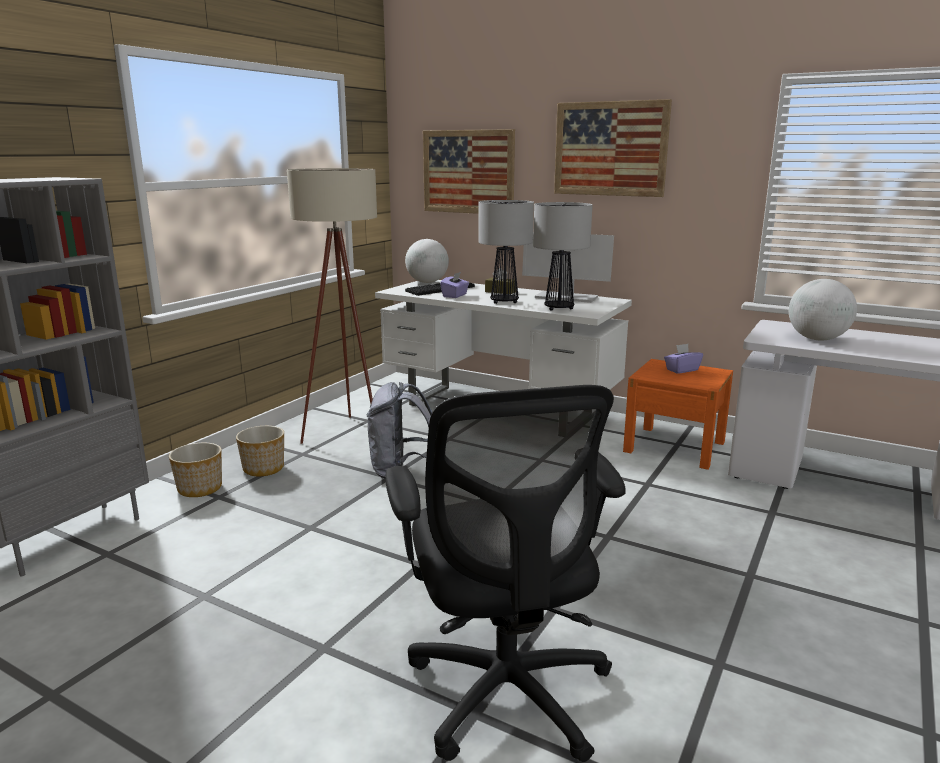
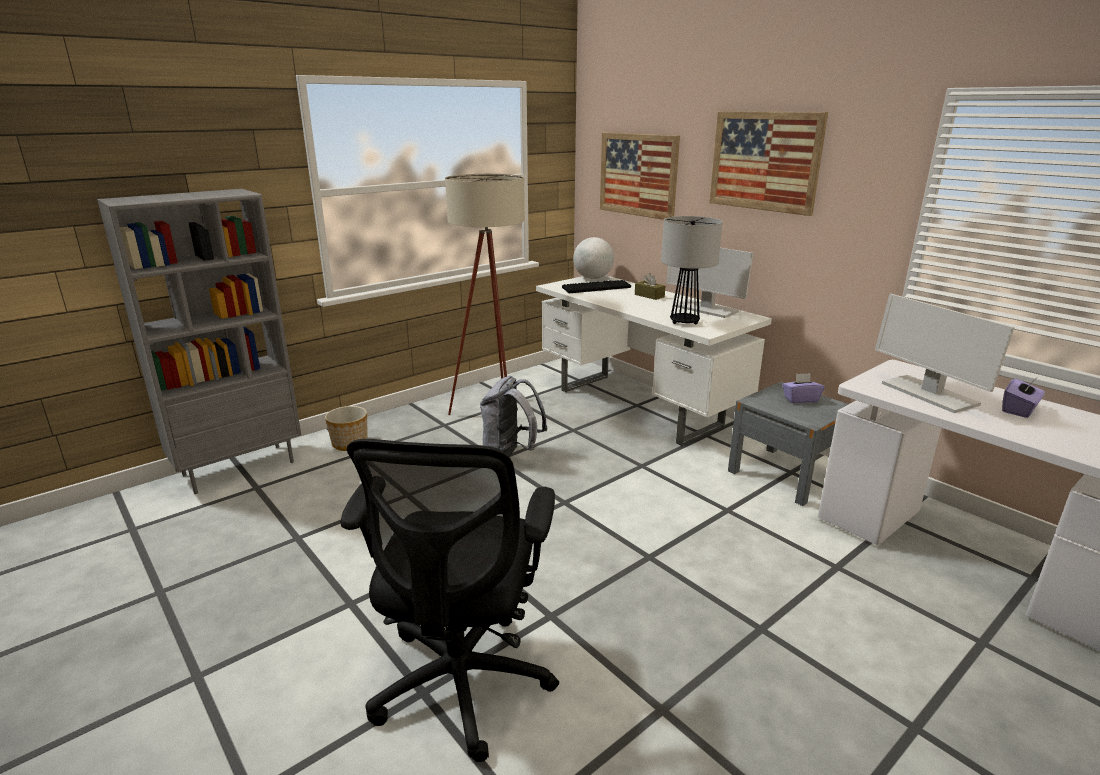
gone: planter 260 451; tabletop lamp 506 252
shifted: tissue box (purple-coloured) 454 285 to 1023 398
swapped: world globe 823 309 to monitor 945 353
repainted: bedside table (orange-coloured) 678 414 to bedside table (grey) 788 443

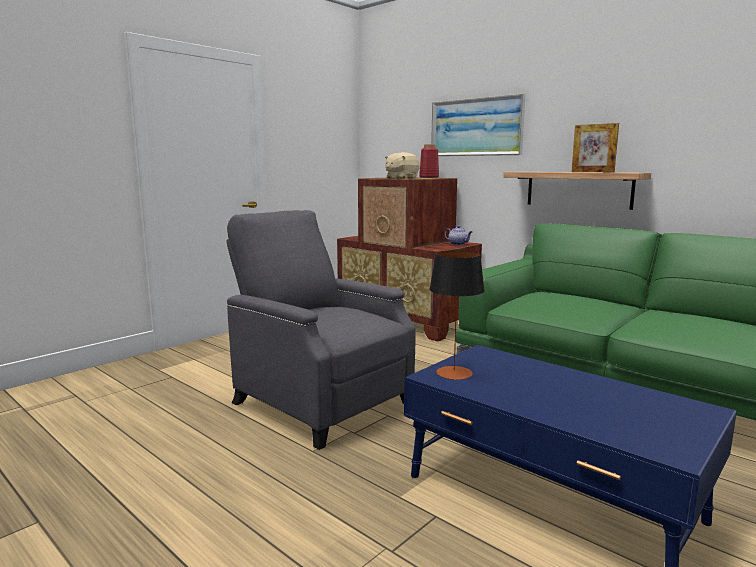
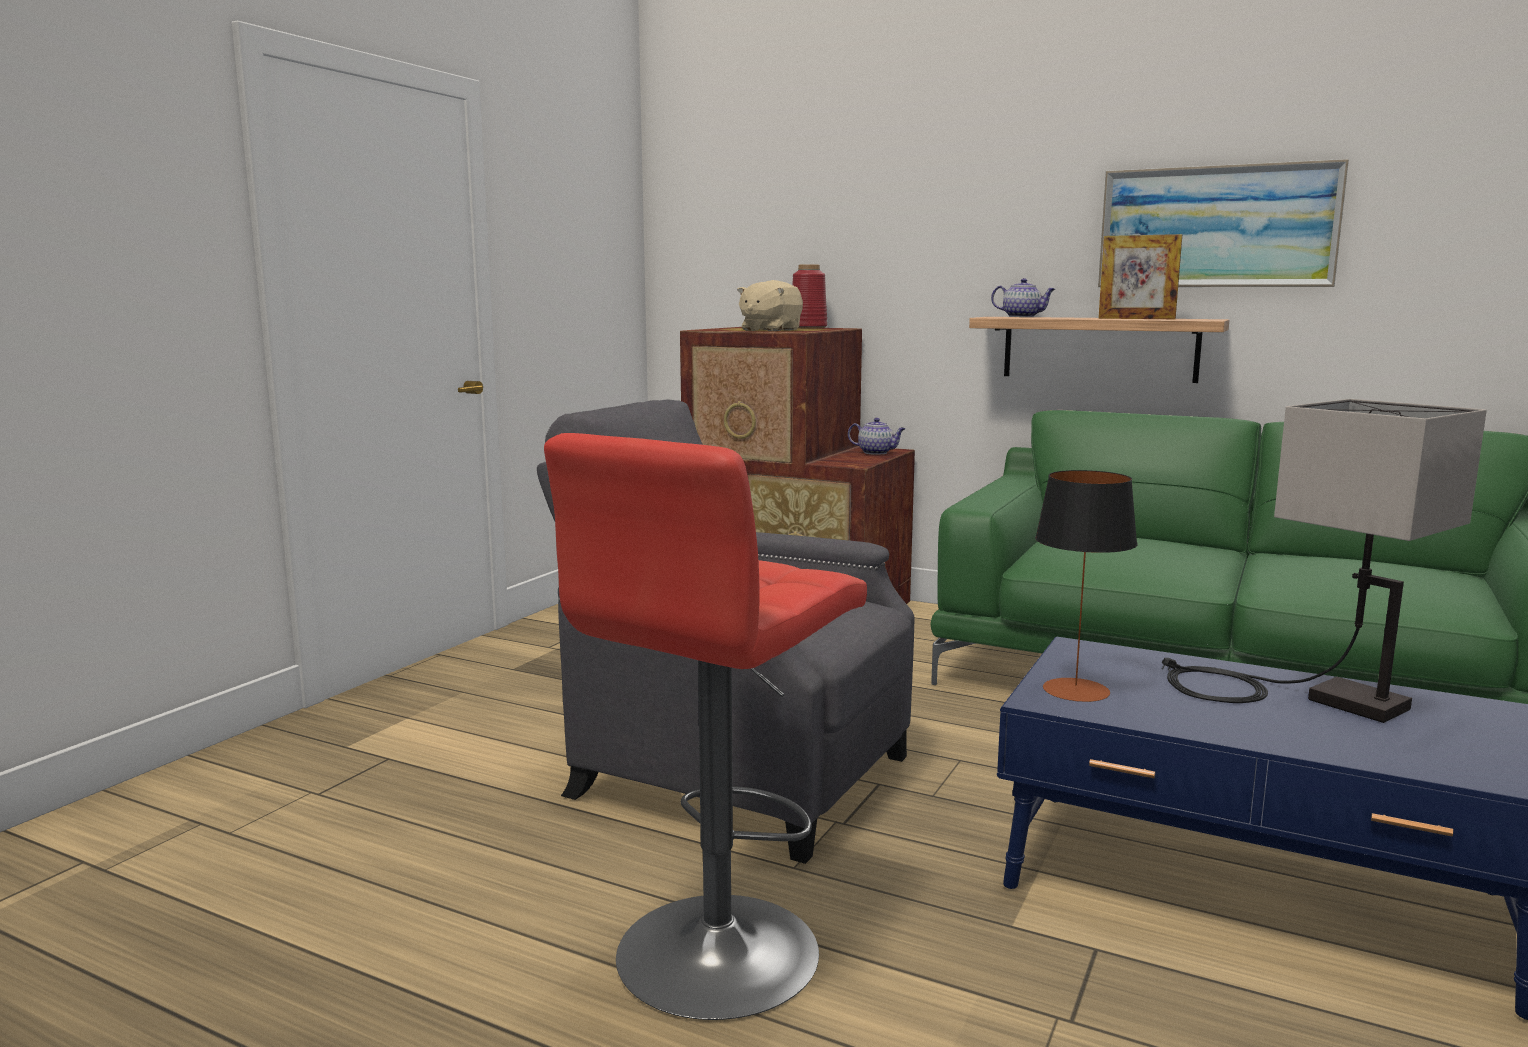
new: sitting stool (reddish) 705 726; tea pot 1023 297; tabletop lamp 1324 561
shifted: wall art 478 125 to 1223 223

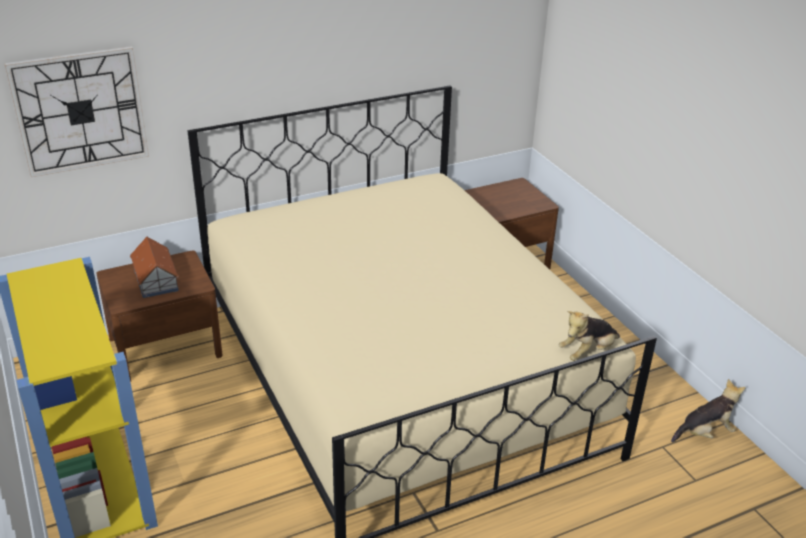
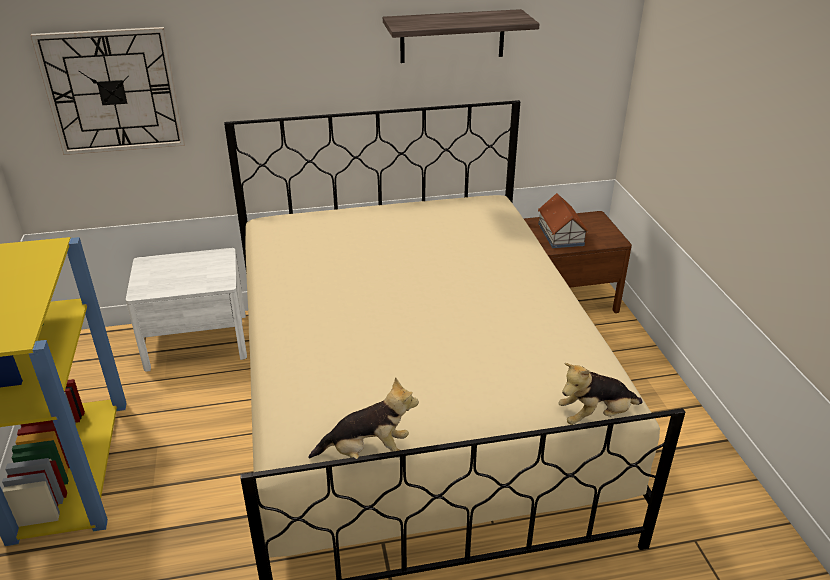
new: wall shelf 461 36
shifted: toy house 154 267 to 563 220; cuddly toy 708 410 to 364 418
repainted: bedside table (brownish) 159 316 to bedside table (white) 186 310

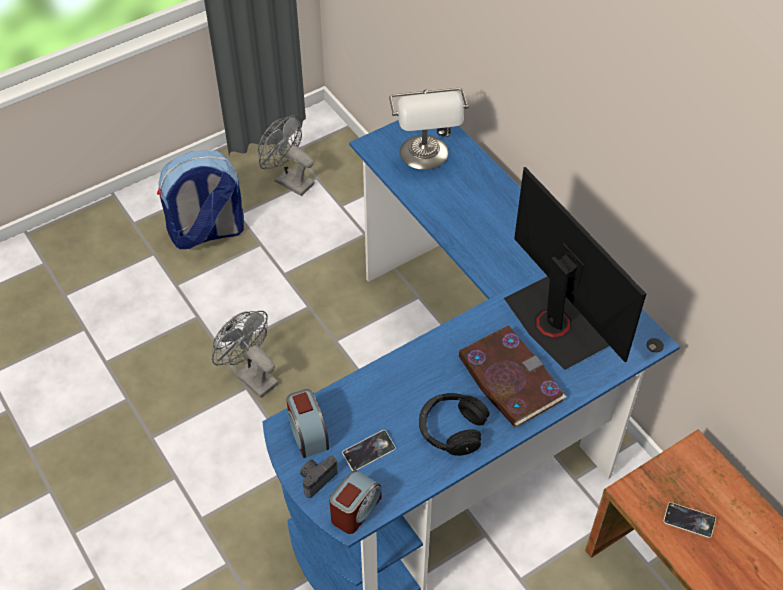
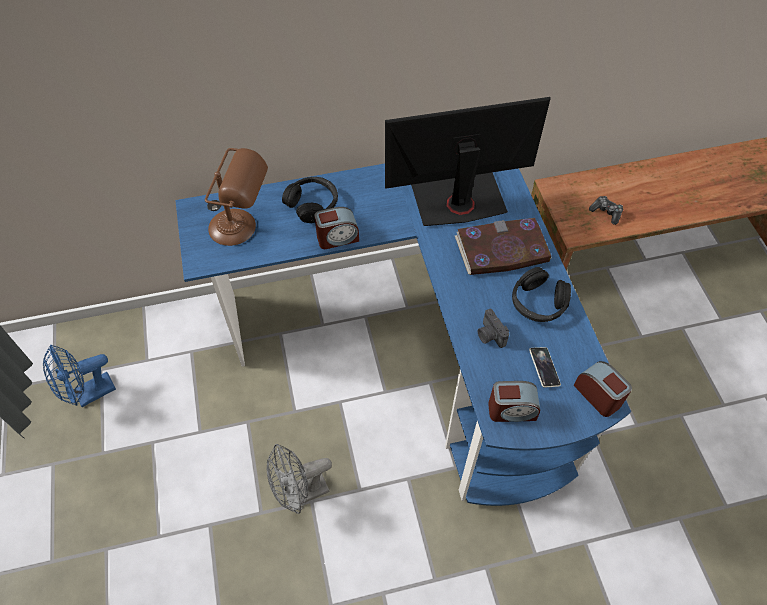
gone: rucksack 200 199
new: headset (black) 310 200; alarm clock 336 228
shifted: photo camera 319 476 to 493 328
swapped: telephone 689 520 to gamepad 606 210
repainted: electric fan (grey) 286 155 to electric fan (bluish) 79 376; tabletop lamp (white) 429 129 to tabletop lamp (brownish) 236 197

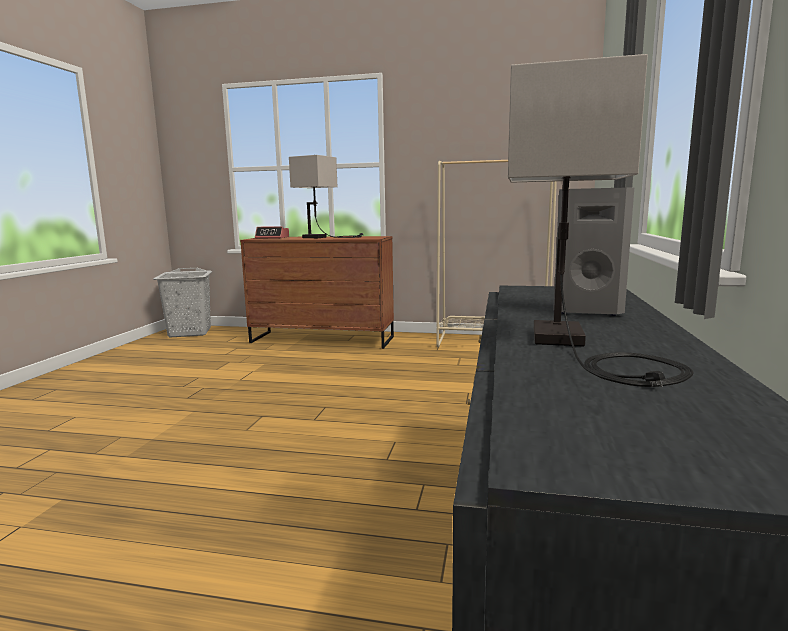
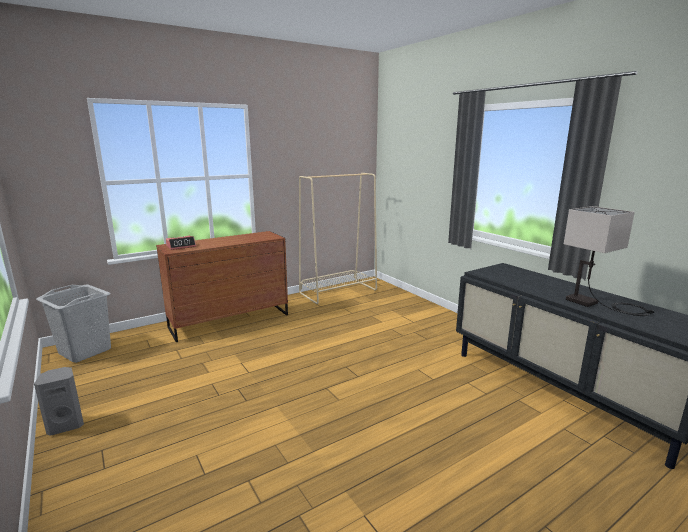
gone: tabletop lamp 326 196
shifted: loudspeaker (grey) 593 252 to 59 401

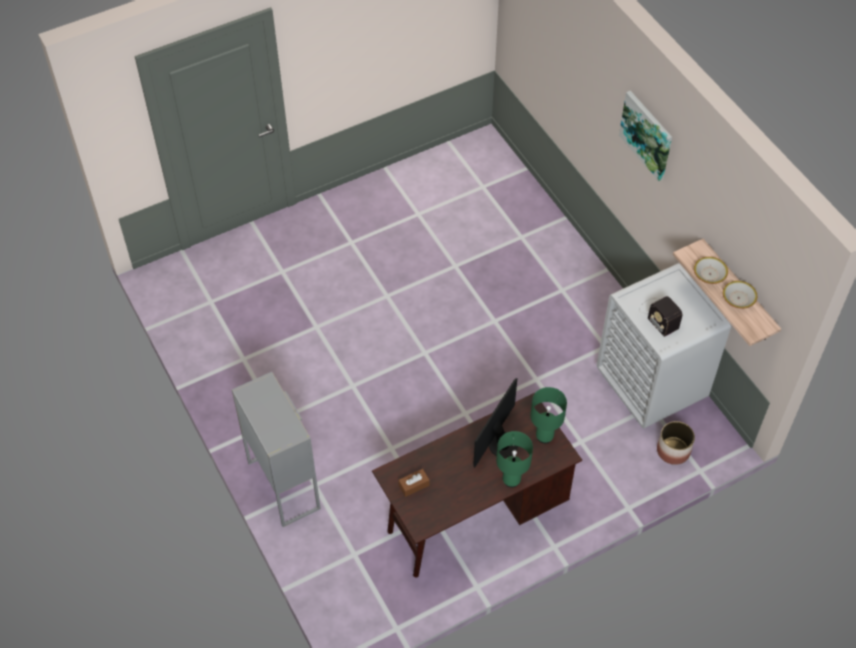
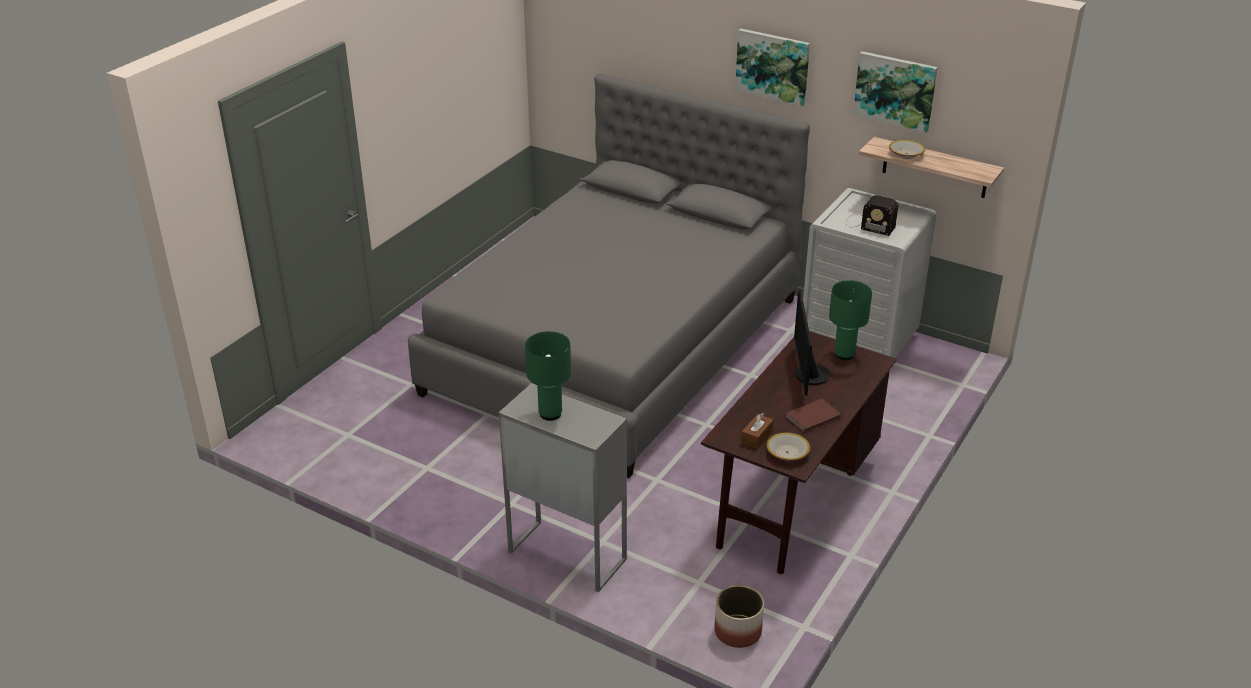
new: bed (grey) 609 275; bound book (brownish) 813 416; wall art 895 92
shifted: tabletop lamp (green-coloured) 514 459 to 548 376; planter 676 443 to 739 616; serving bowl 740 295 to 788 446

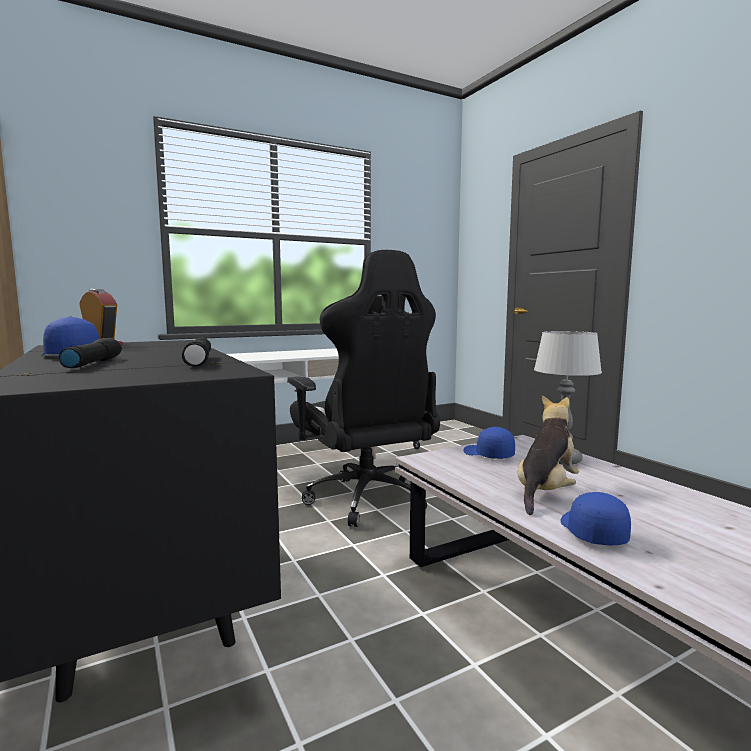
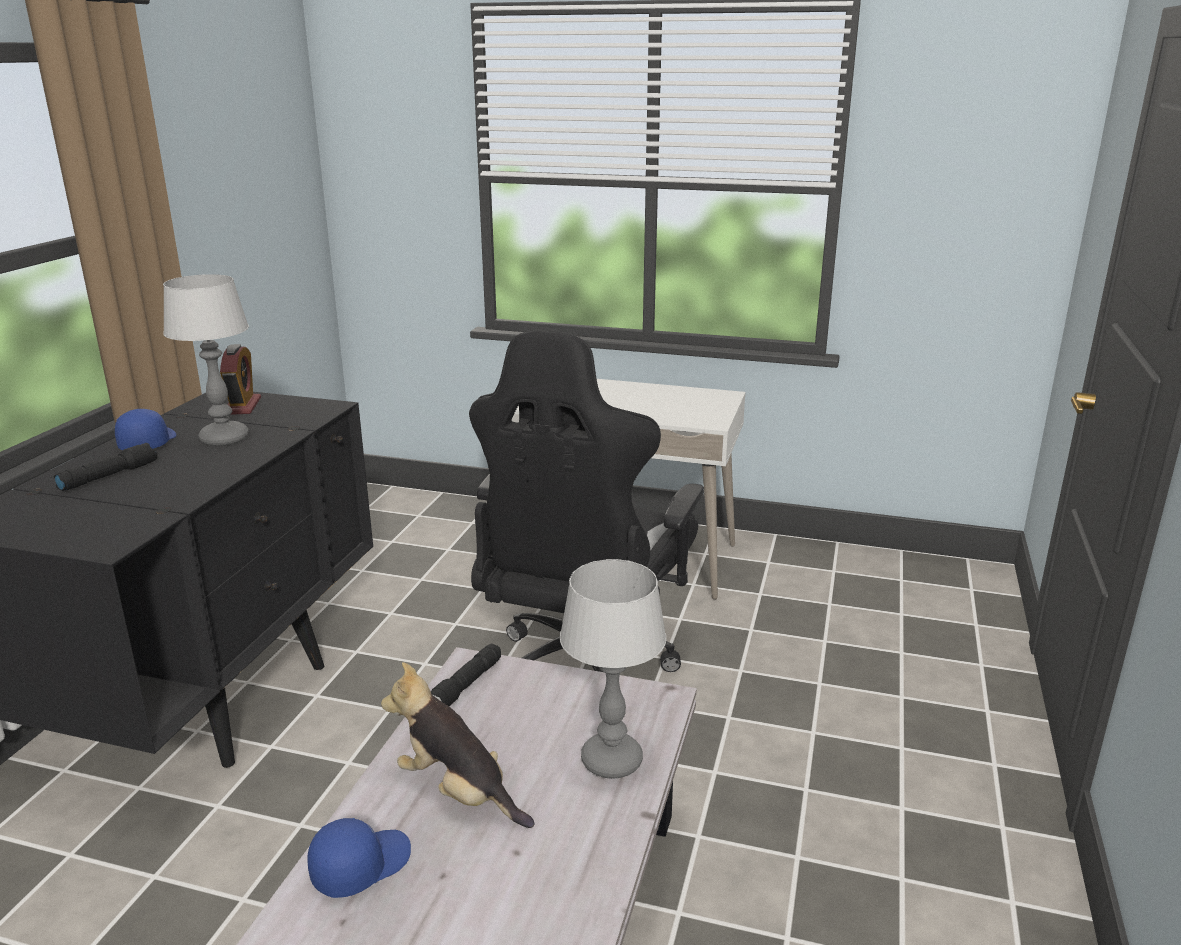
gone: baseball cap (bluish) 489 443
new: tabletop lamp 206 360
shifted: torch (black) 196 352 to 466 675
rotated: cuddly toy 548 455 = 458 745 135 degrees counterclockwise

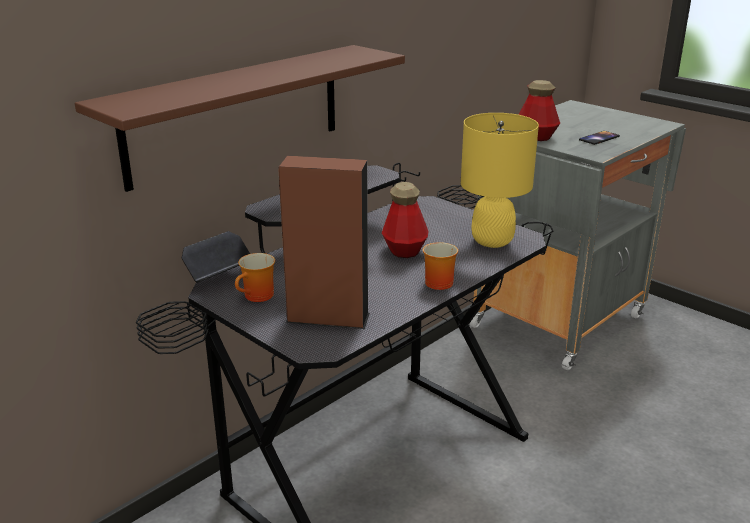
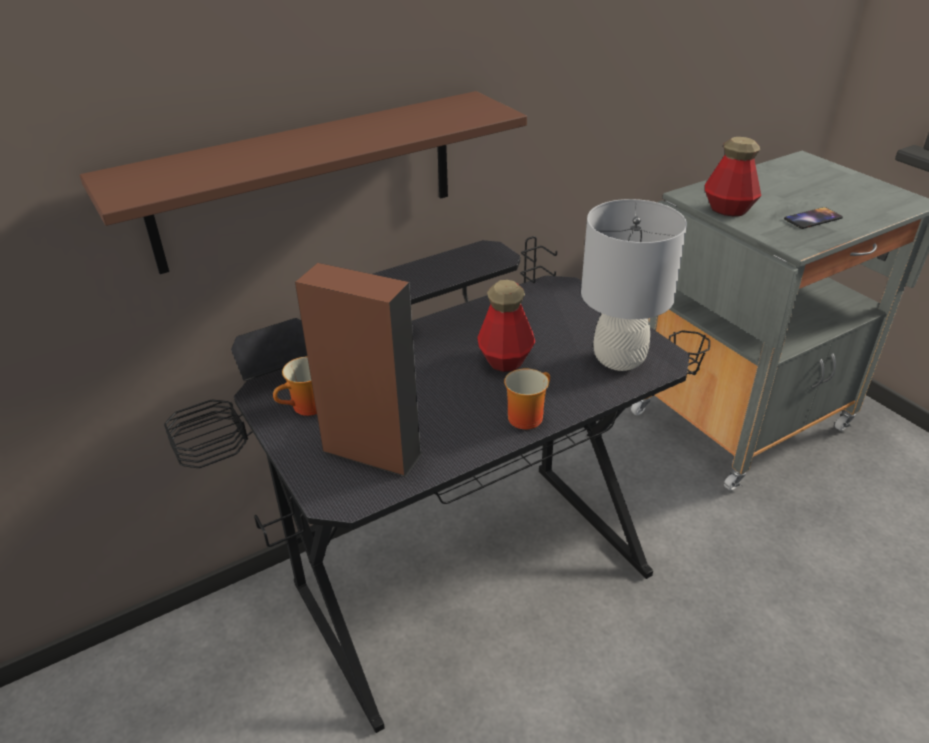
repainted: tabletop lamp (yellow) 500 180 to tabletop lamp (grey) 634 285

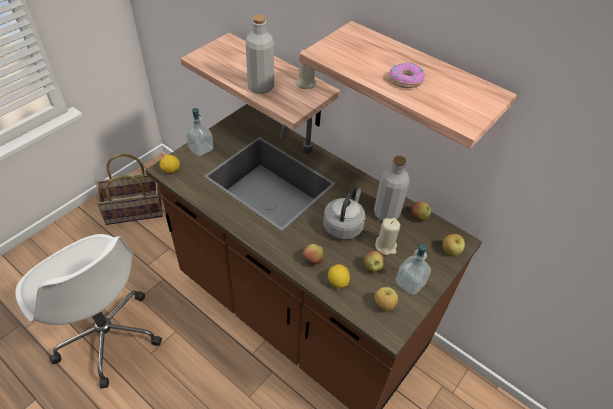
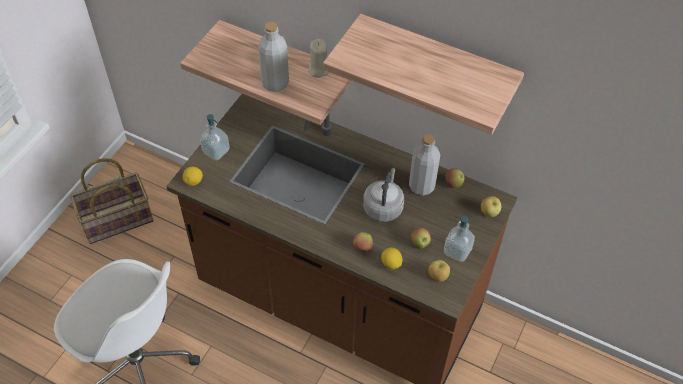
gone: wax light (beige-coloured) 387 236; doughnut 407 75

